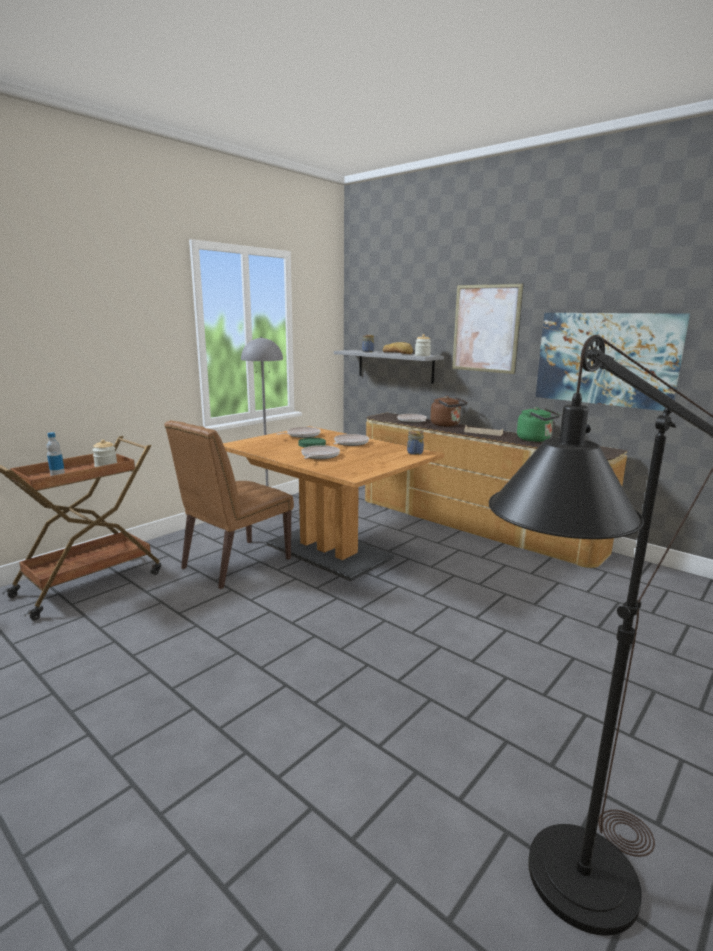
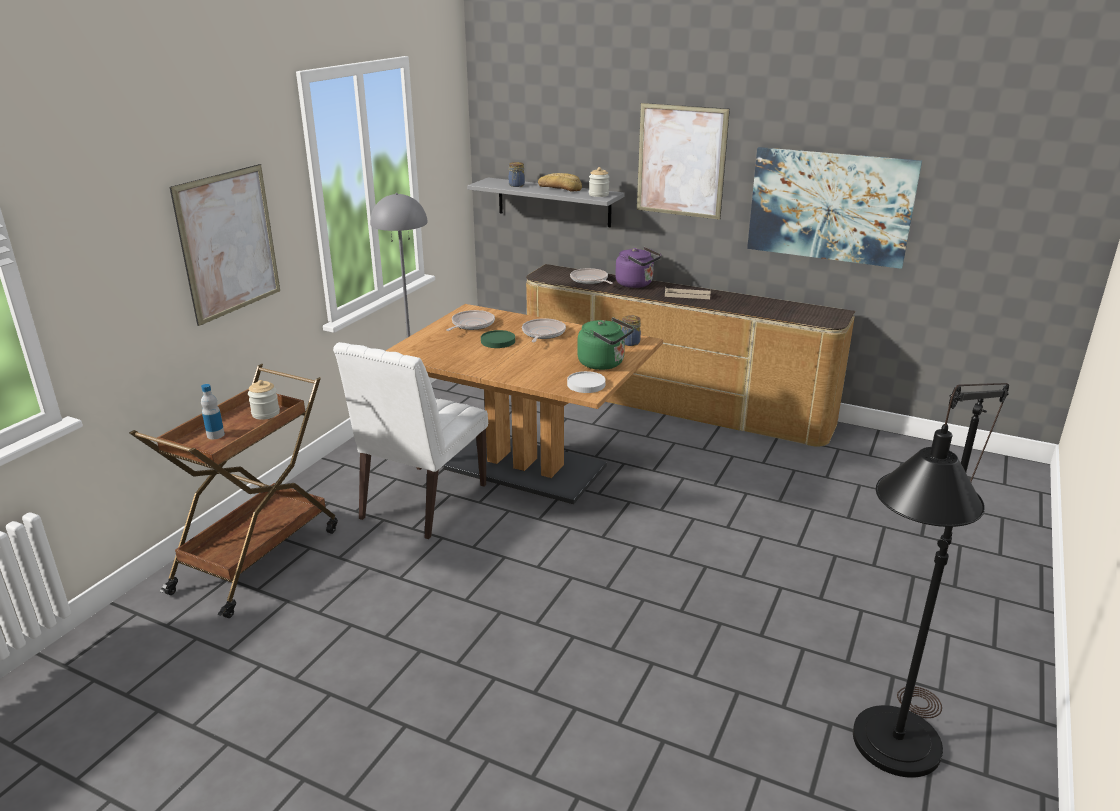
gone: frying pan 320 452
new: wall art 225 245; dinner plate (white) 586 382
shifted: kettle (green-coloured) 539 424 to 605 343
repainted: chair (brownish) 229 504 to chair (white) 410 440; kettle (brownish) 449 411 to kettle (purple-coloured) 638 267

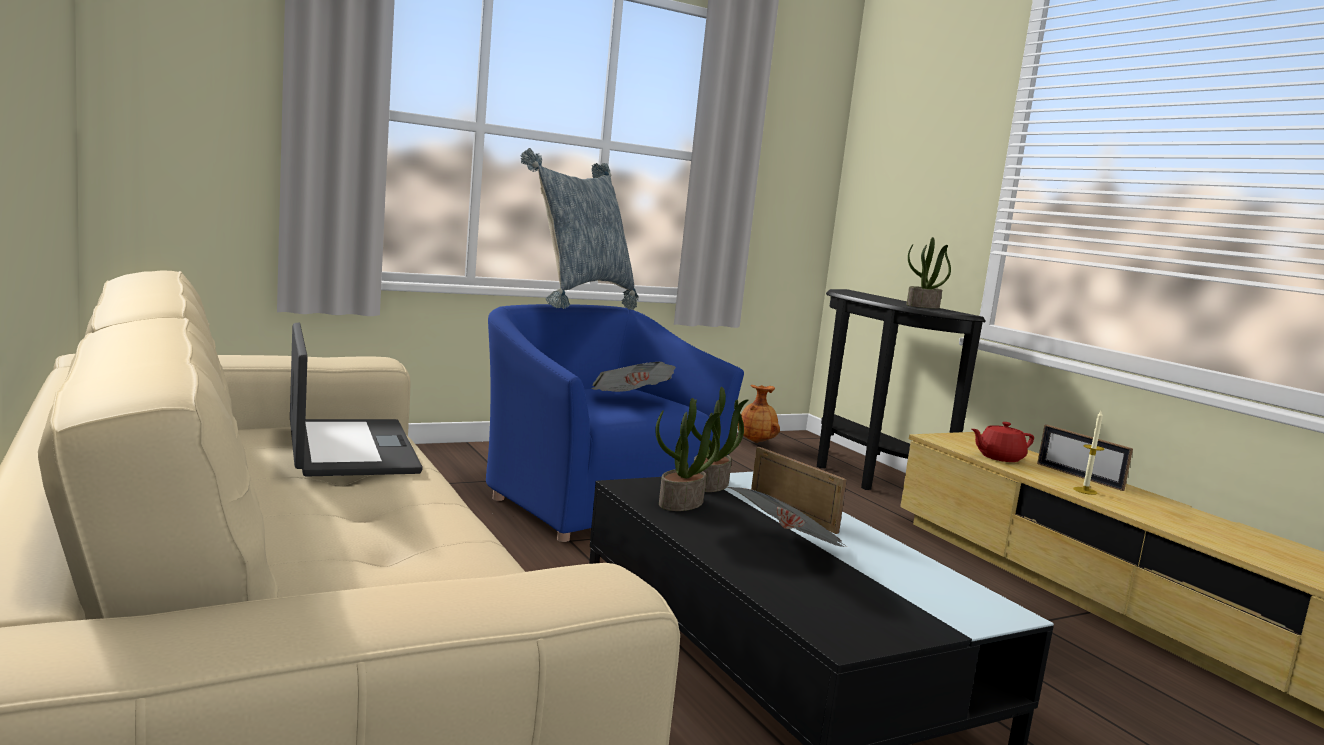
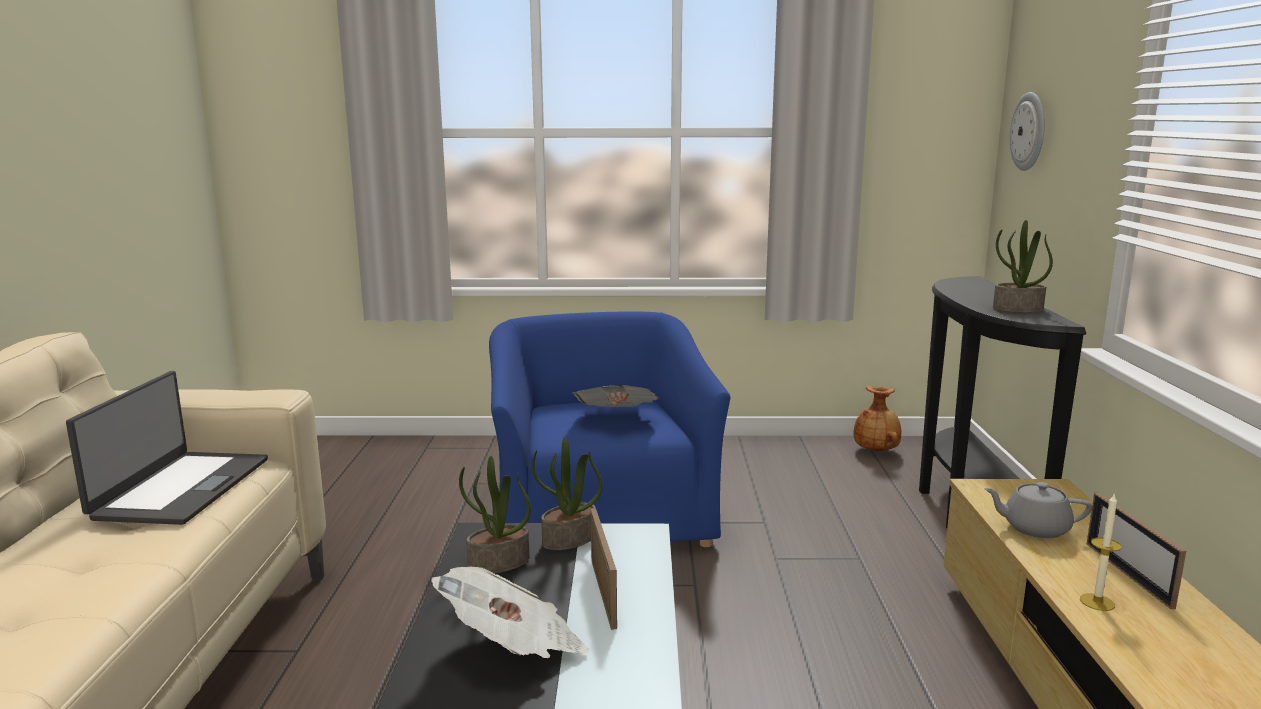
gone: cushion 580 229
new: wall clock 1027 131
repainted: tea pot (reddish) 1003 442 to tea pot (grey) 1038 510

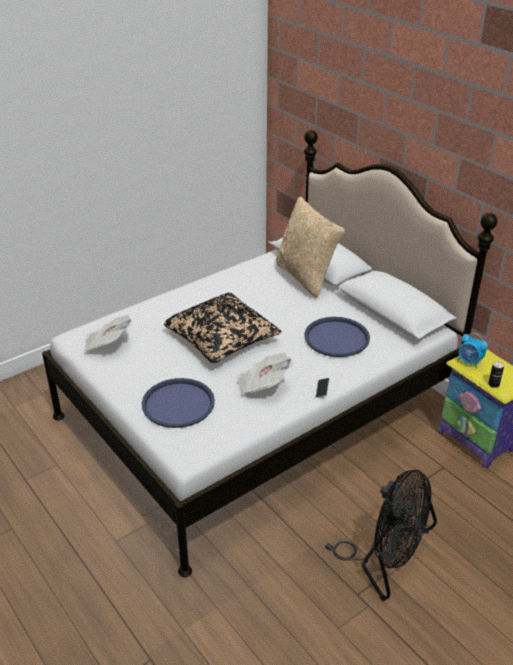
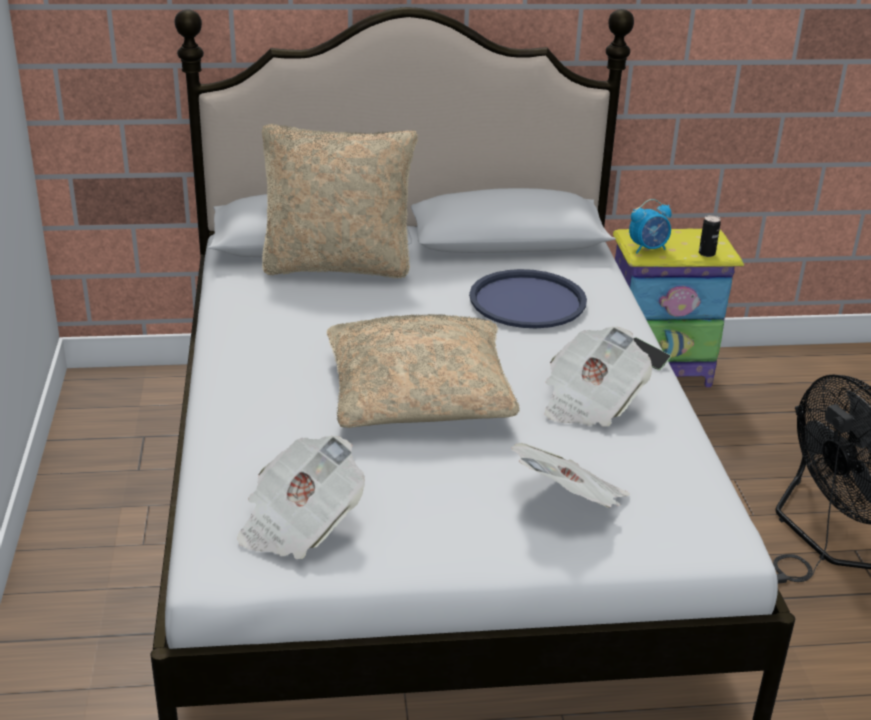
swapped: serving tray (bluish) 178 403 to newspaper 571 475
repainted: cushion (black) 223 327 to cushion (beige-coloured) 422 371

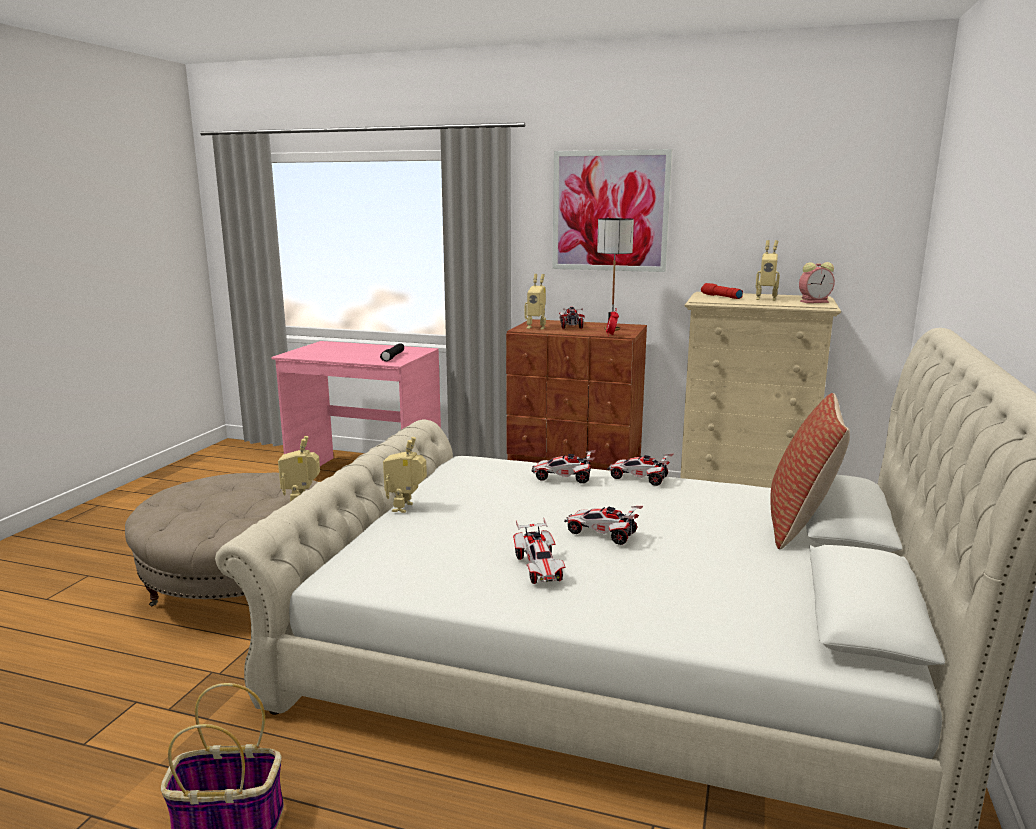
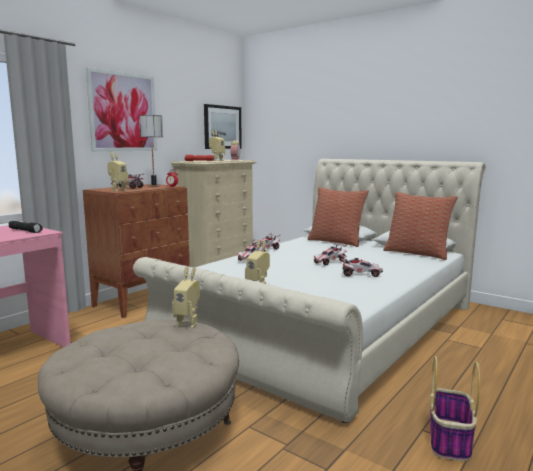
new: wall art 223 126; cushion 420 226

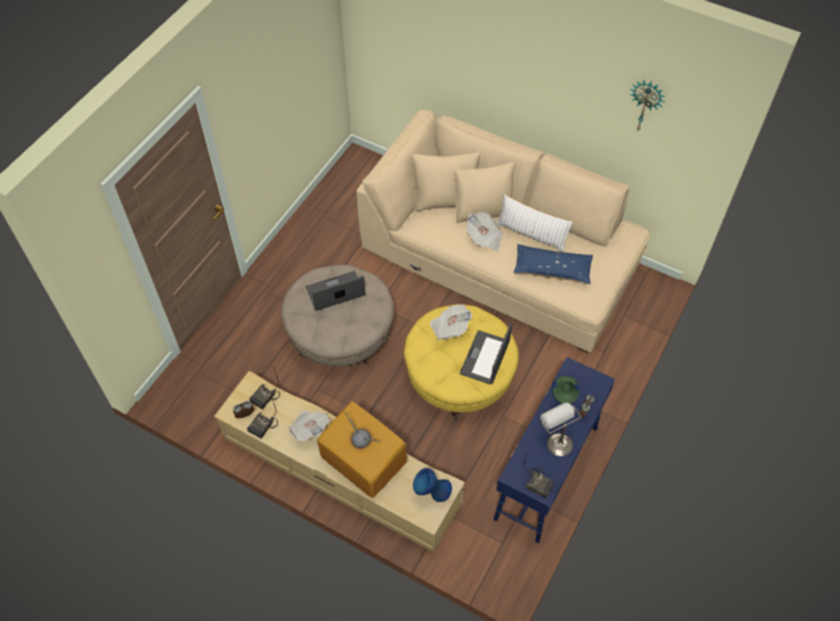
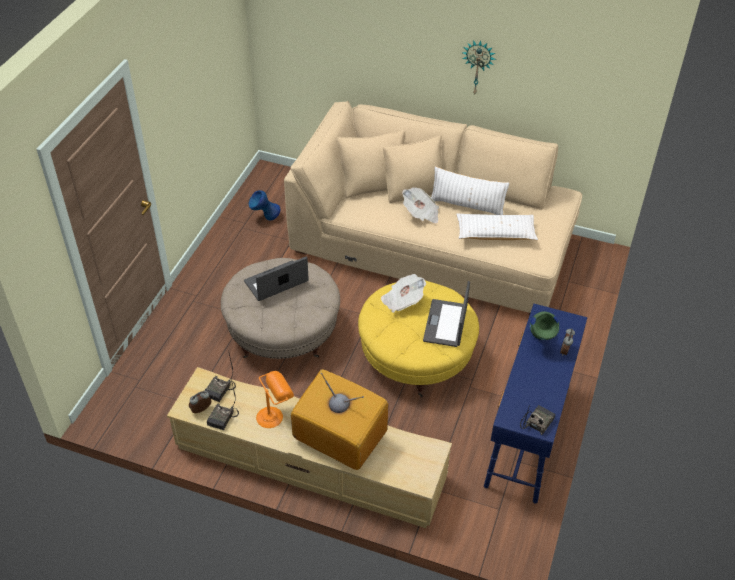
gone: tabletop lamp (white) 560 429
shifted: vase (bluish) 432 485 to 264 205; wall clock 647 104 to 479 67
swapped: newspaper 309 425 to tabletop lamp (orange-coloured) 275 399
repainted: cushion (bluish) 553 264 to cushion (white) 497 227
rotated: radio 539 476 = 537 420 75 degrees counterclockwise

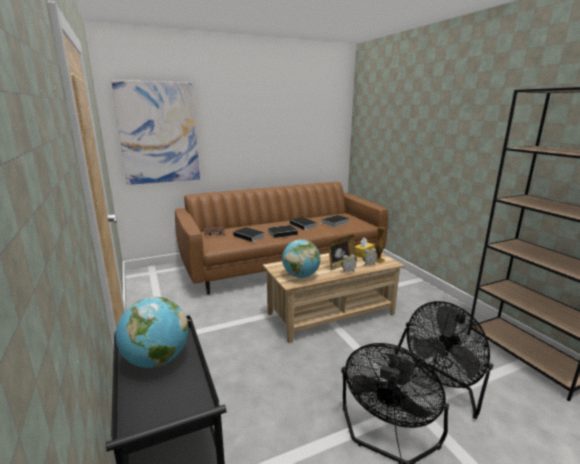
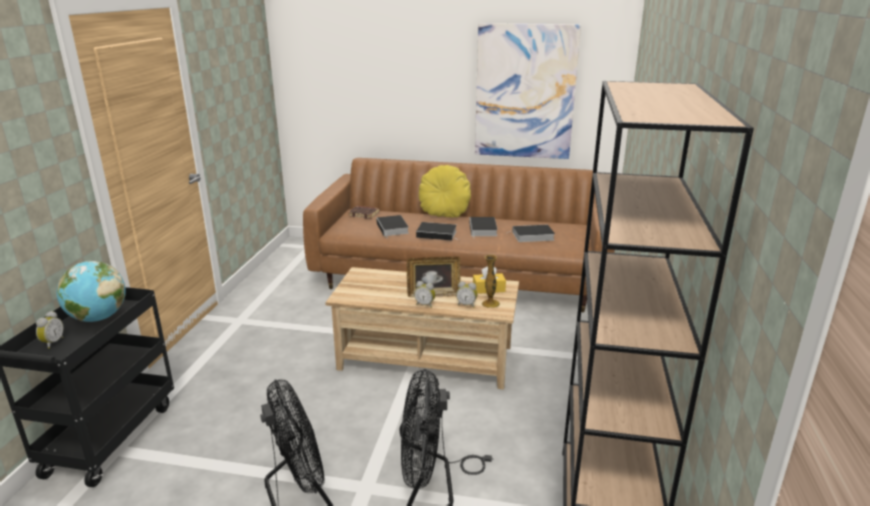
gone: world globe 301 258
new: alarm clock 50 330; cushion (yellow) 445 191
shifted: wall art 155 132 to 528 91

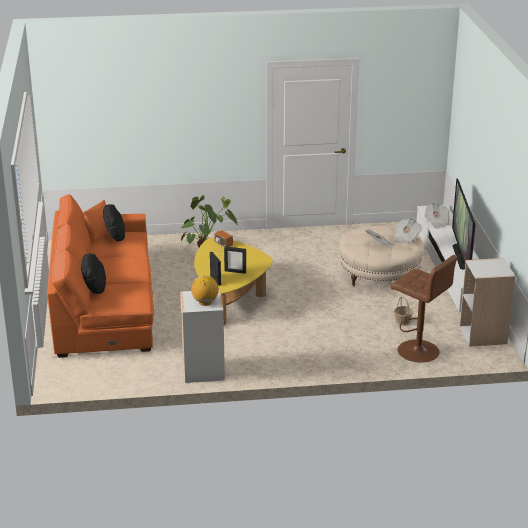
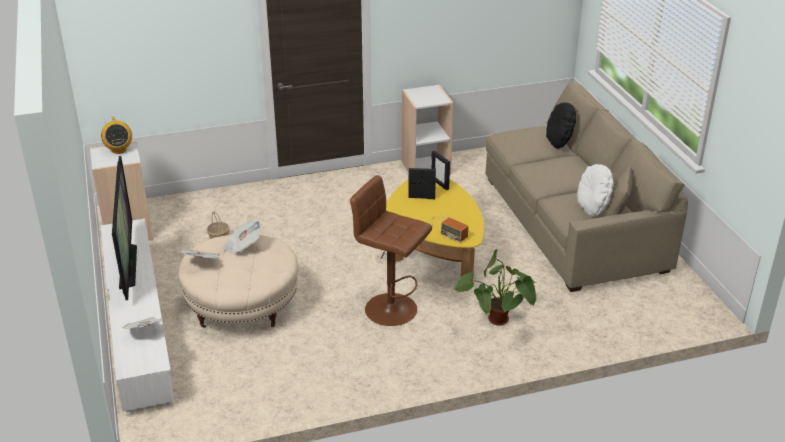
shifted: radio 205 290 to 116 135; sitting stool (brownish) 424 309 to 391 250
repainted: sofa (orange-coloured) 100 276 to sofa (beige-coloured) 586 187; cushion (black) 114 222 to cushion (white) 595 190

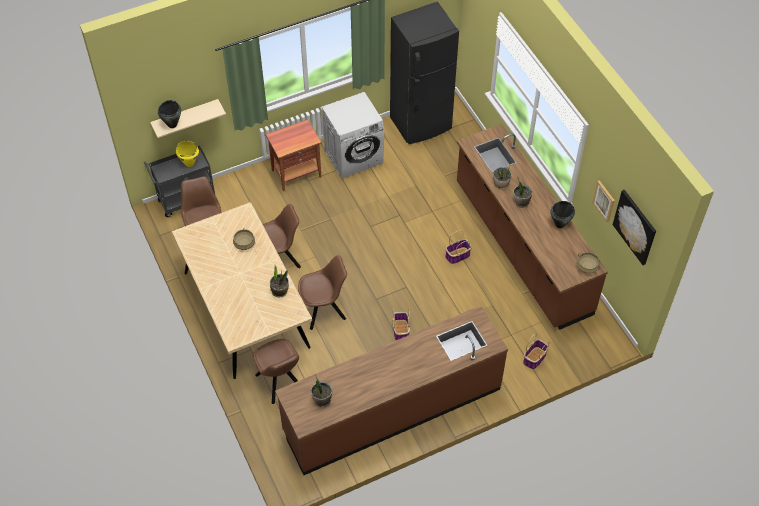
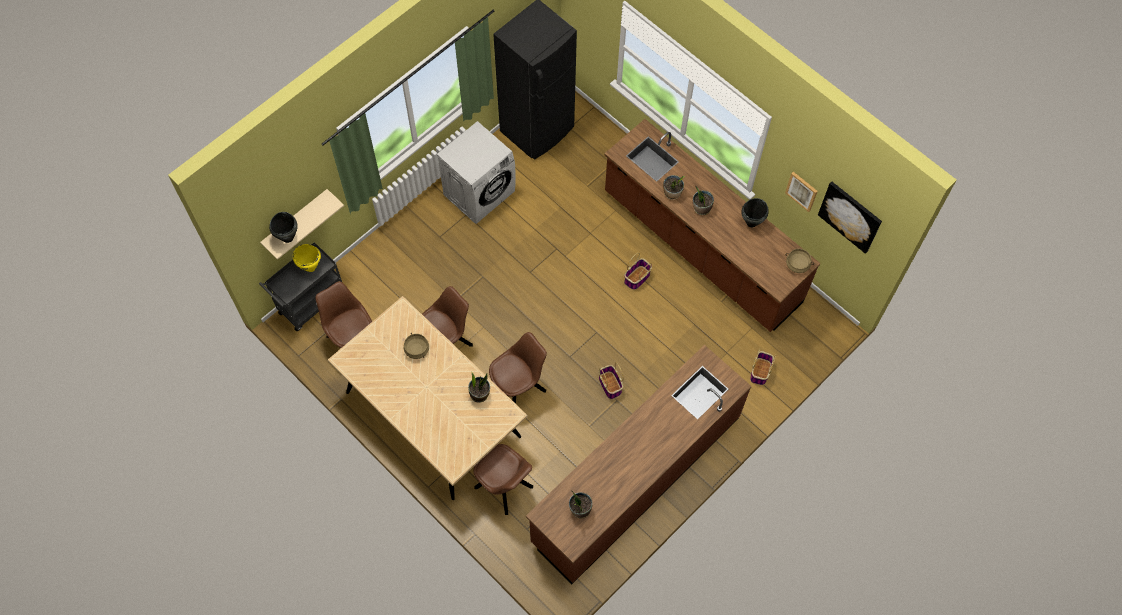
gone: bedside table 293 155

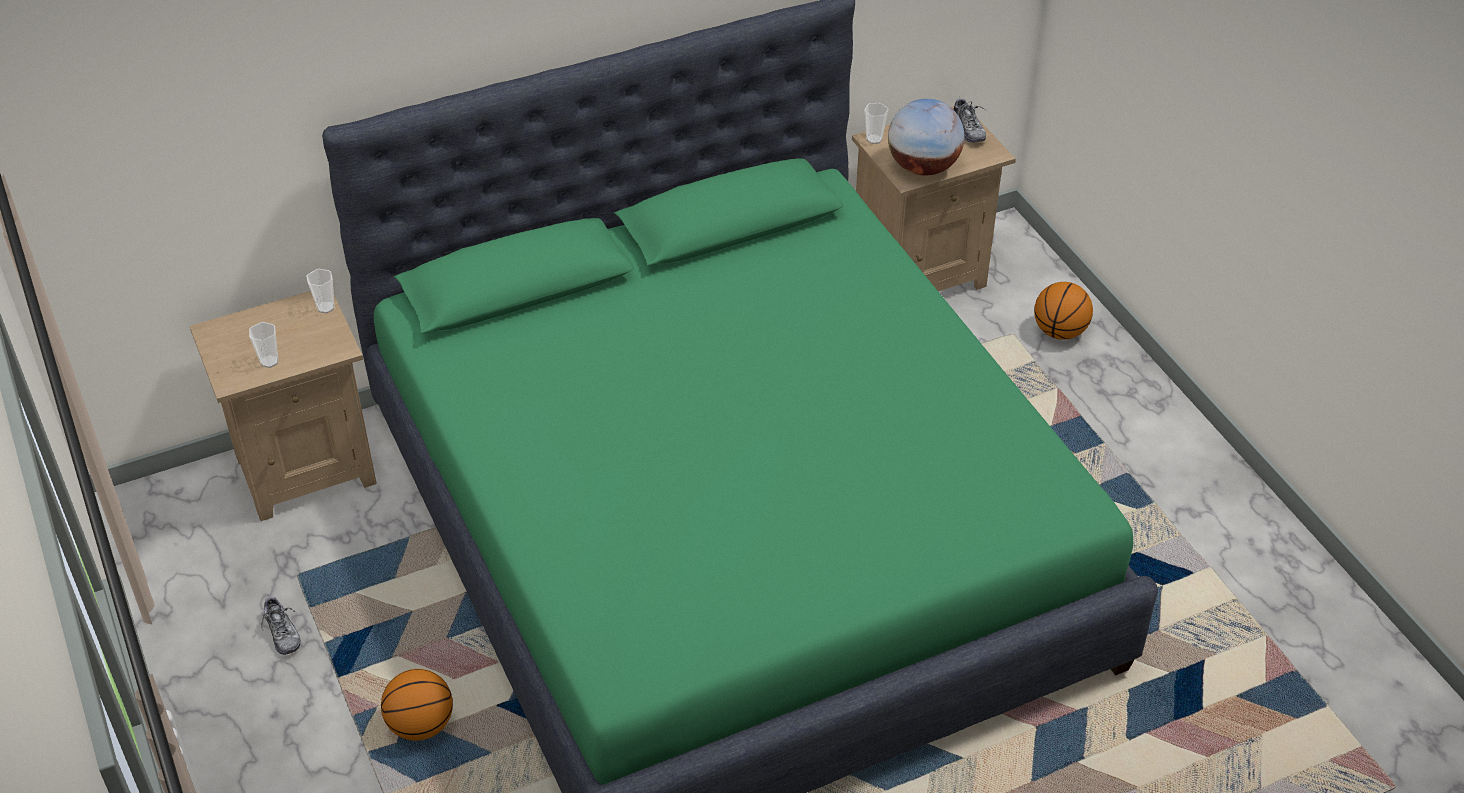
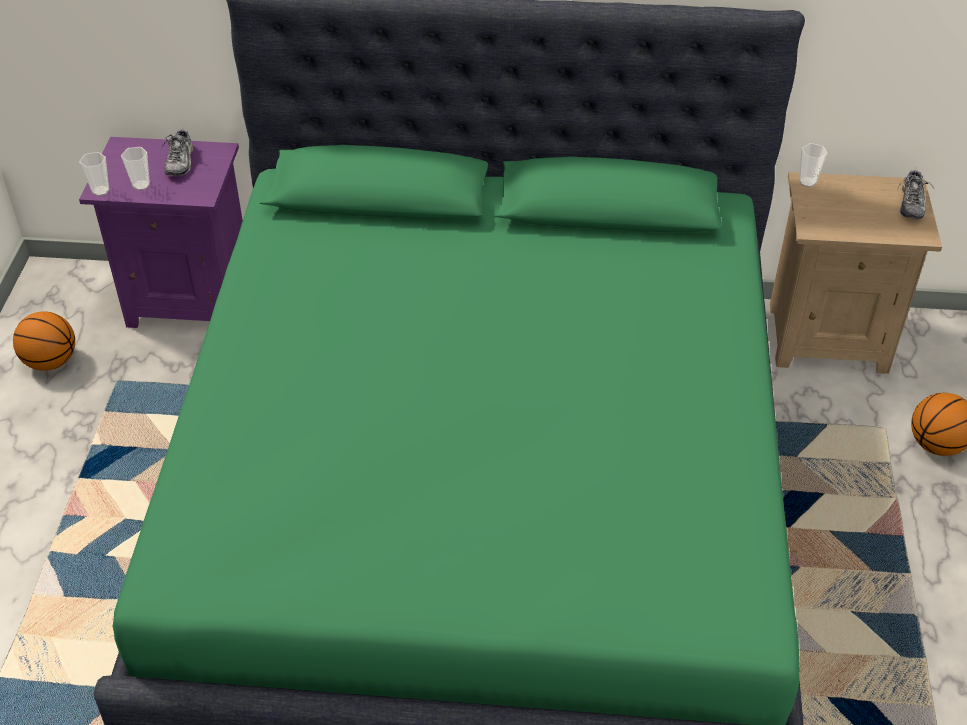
gone: world globe 926 137
shifted: shoe 281 624 to 177 151; cup 320 291 to 94 174; ball for basketball 417 705 to 44 341
repainted: bedside table (beige-coloured) 283 406 to bedside table (purple-coloured) 161 232

